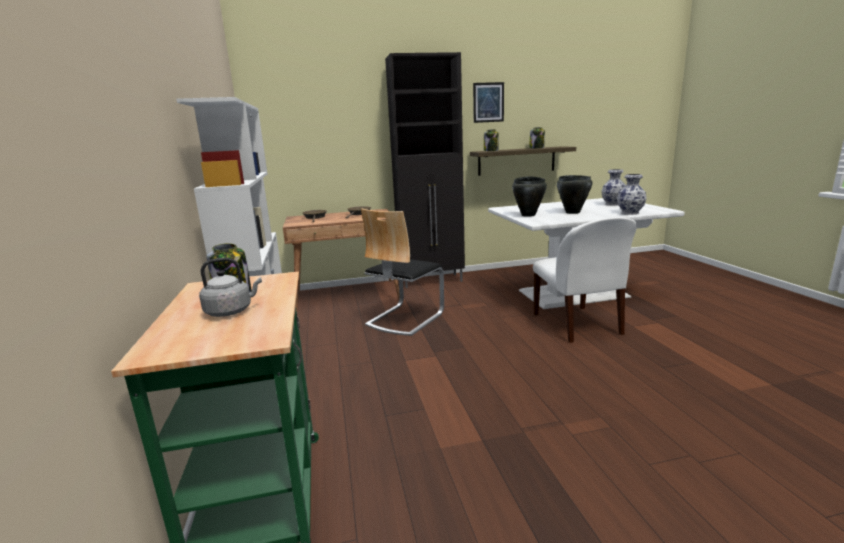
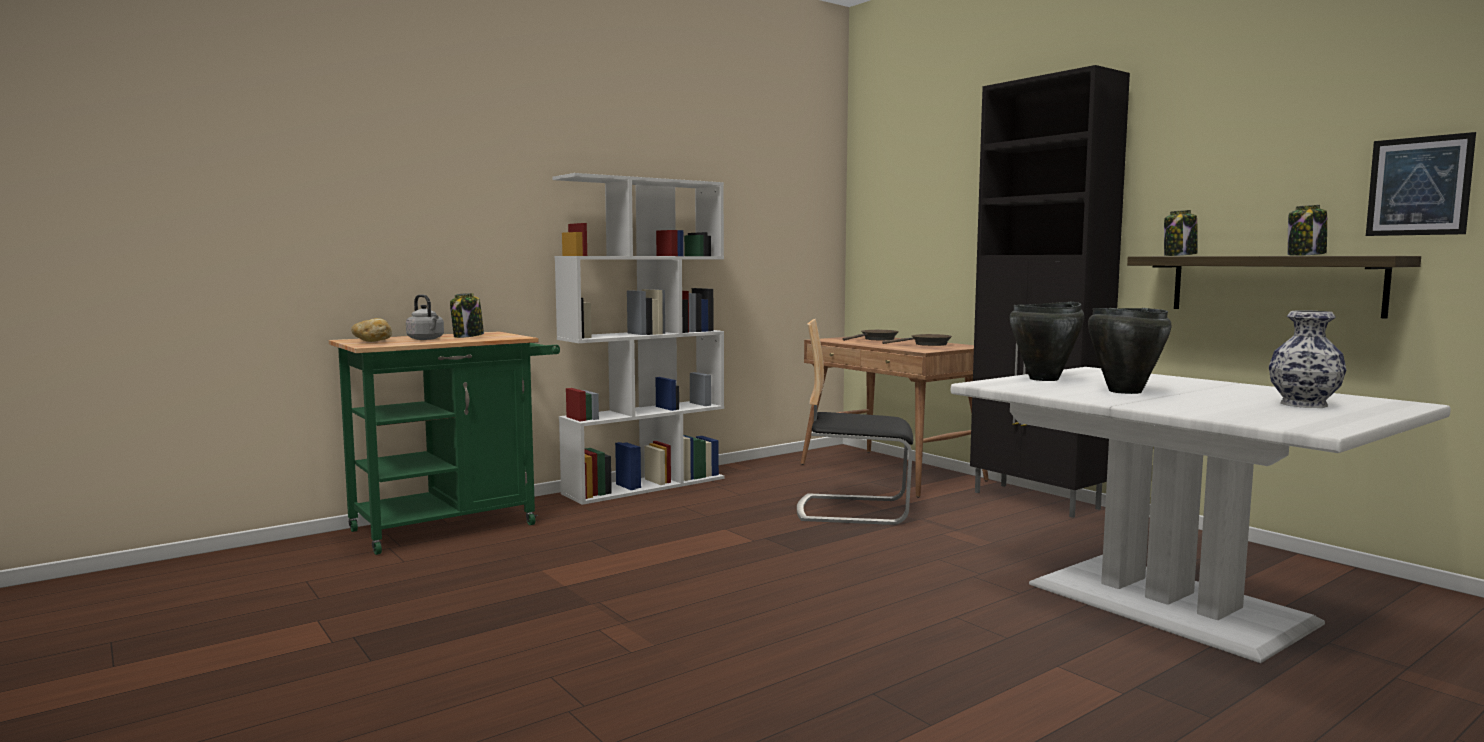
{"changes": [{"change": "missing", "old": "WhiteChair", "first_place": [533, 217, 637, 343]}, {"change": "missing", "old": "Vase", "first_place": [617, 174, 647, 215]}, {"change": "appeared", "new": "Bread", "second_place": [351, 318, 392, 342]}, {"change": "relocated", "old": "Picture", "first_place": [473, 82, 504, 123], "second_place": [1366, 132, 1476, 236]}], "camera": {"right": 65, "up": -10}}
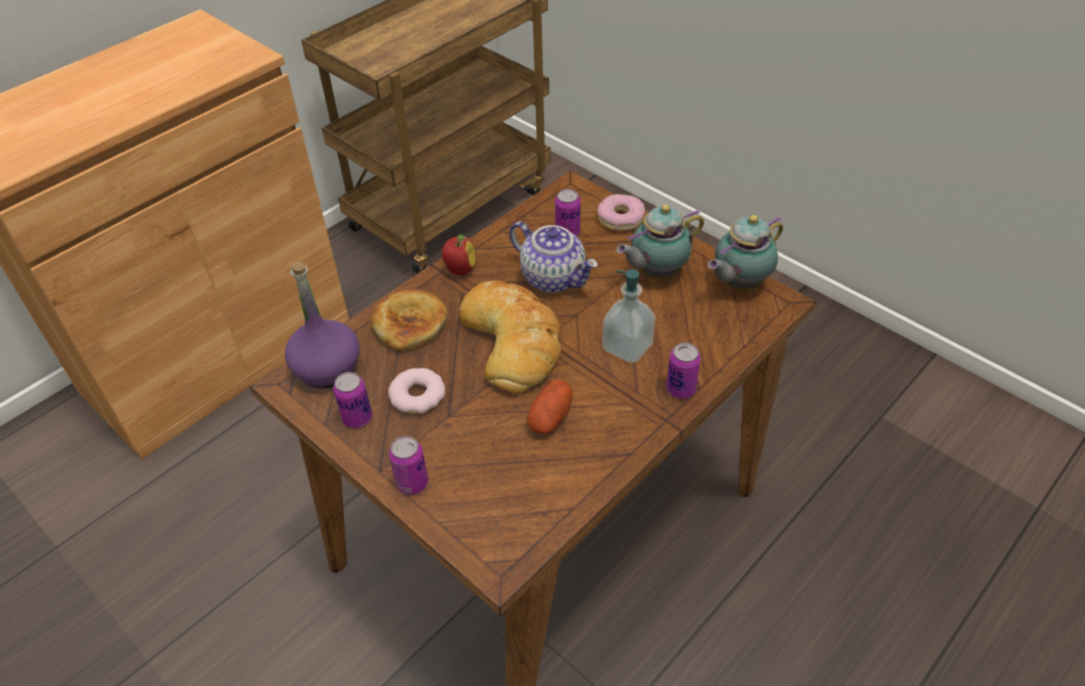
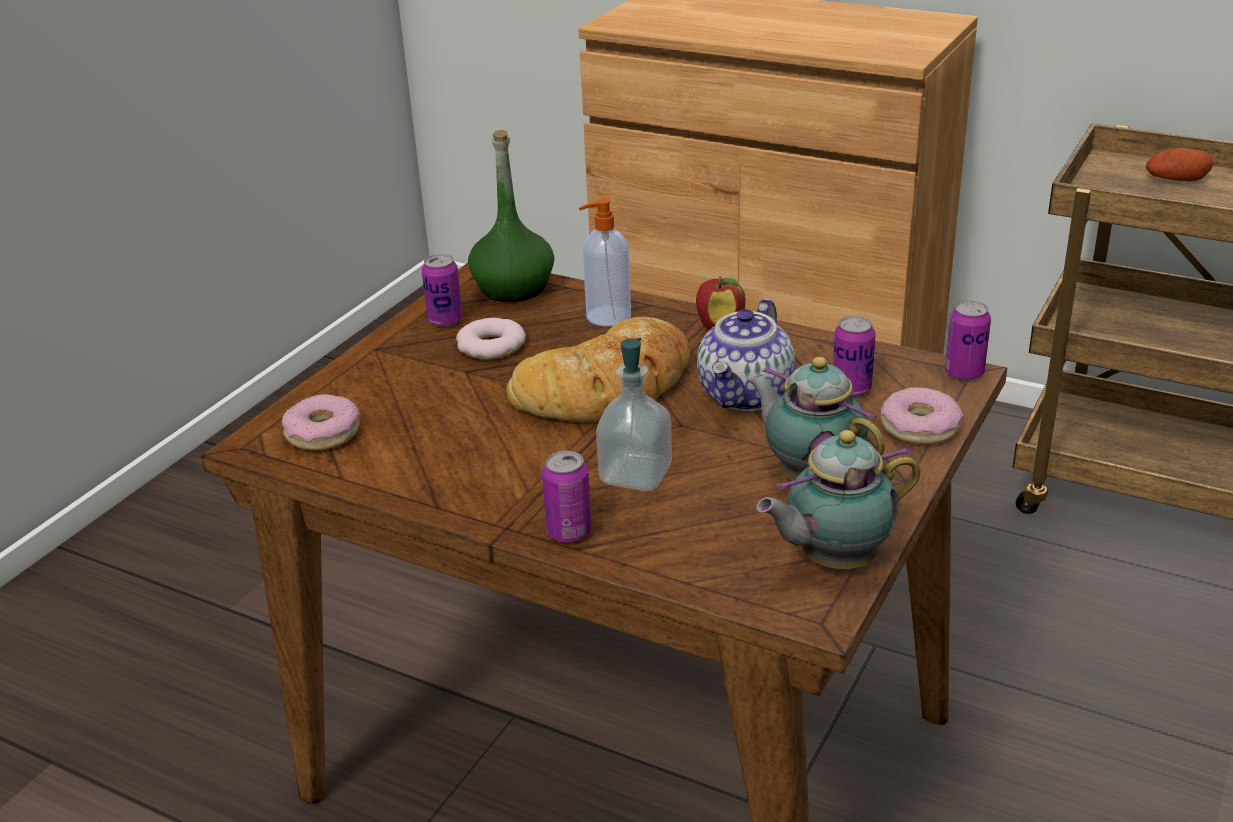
{"changes": [{"change": "appeared", "new": "Donut", "second_place": [282, 394, 360, 451]}, {"change": "relocated", "old": "Can", "first_place": [389, 436, 428, 495], "second_place": [945, 300, 991, 380]}, {"change": "relocated", "old": "Potato", "first_place": [526, 379, 573, 434], "second_place": [1146, 148, 1213, 181]}, {"change": "exchanged", "old": "Bread", "new": "SoapDispenser", "first_place": [370, 289, 448, 351], "second_place": [579, 198, 631, 326]}, {"change": "colour", "old": "PurpleBottle", "new": "GreenBottle", "first_place": [285, 261, 360, 388], "second_place": [468, 130, 554, 302]}, {"change": "spun", "old": "Teapot", "first_place": [708, 215, 783, 291], "second_place": [756, 430, 920, 569], "degrees": -60}], "camera": {"right": 75, "up": -15}}
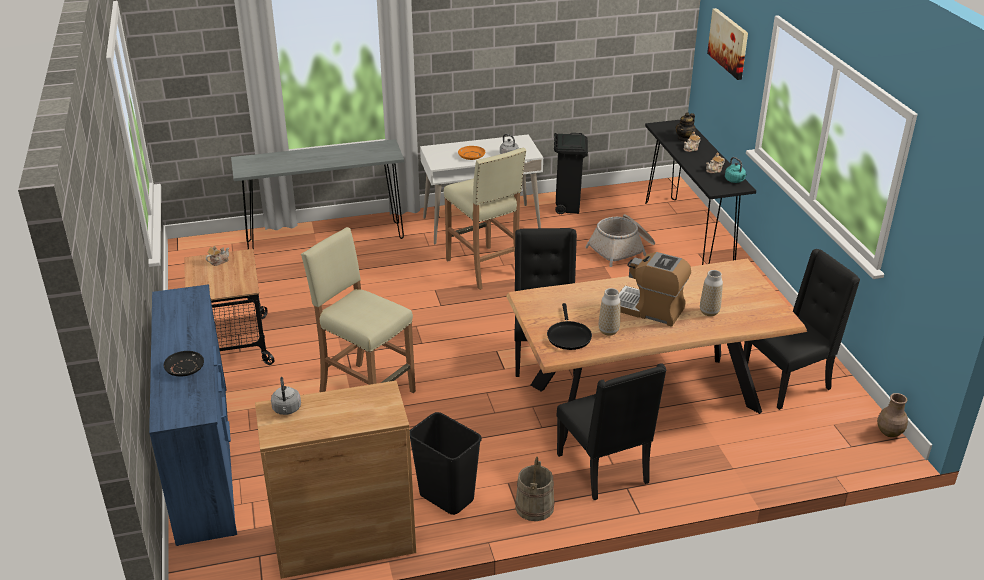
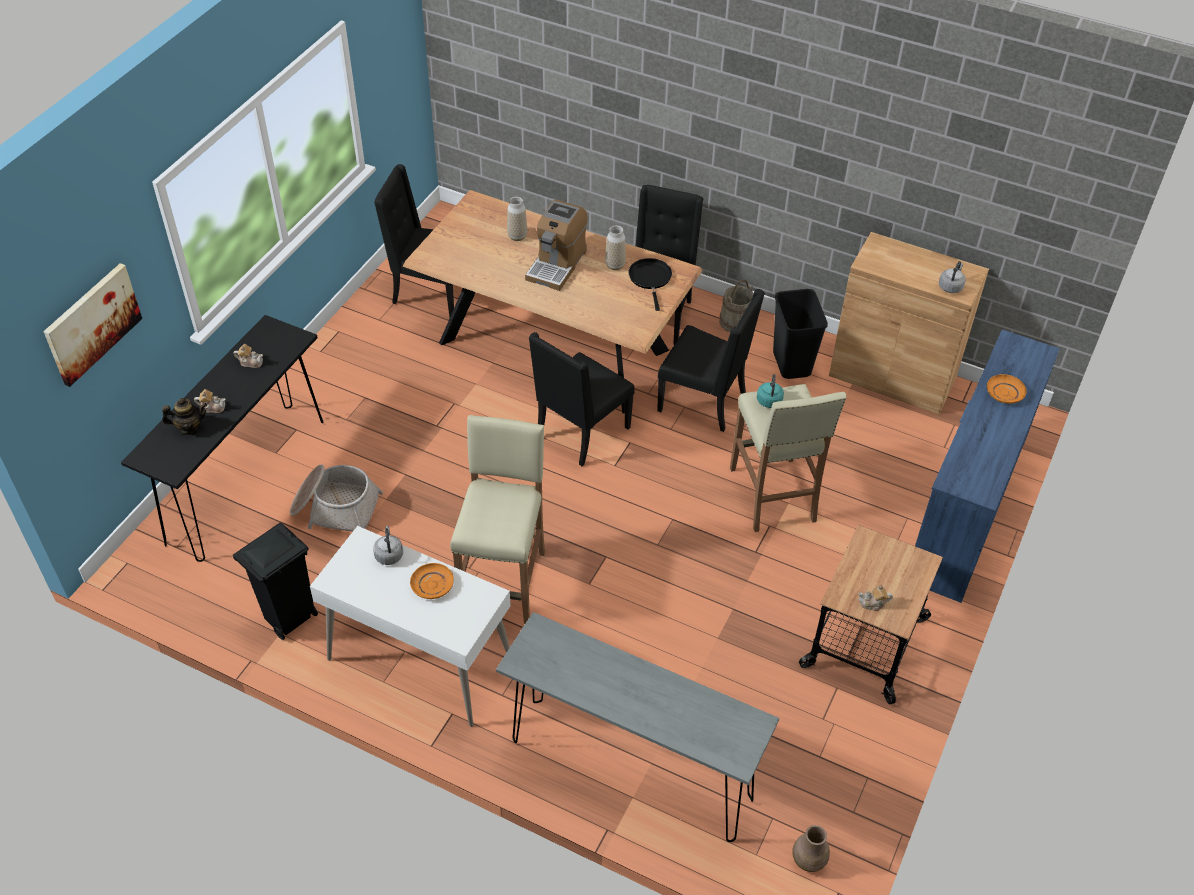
{"changes": [{"change": "appeared", "new": "BlackChair", "second_place": [657, 289, 765, 432]}, {"change": "relocated", "old": "TurquoiseKettle", "first_place": [725, 157, 747, 183], "second_place": [757, 374, 784, 408]}, {"change": "relocated", "old": "BrownVase", "first_place": [877, 393, 908, 437], "second_place": [792, 825, 830, 872]}, {"change": "colour", "old": "BlackPlate", "new": "OrangePlate", "first_place": [164, 351, 204, 376], "second_place": [987, 374, 1027, 404]}, {"change": "spun", "old": "BlackFryingPan", "first_place": [547, 303, 592, 350], "second_place": [629, 258, 672, 311], "degrees": -45}, {"change": "spun", "old": "CoffeeMachine", "first_place": [619, 252, 691, 327], "second_place": [525, 200, 588, 291], "degrees": 45}], "camera": {"right": -140, "up": 15}}
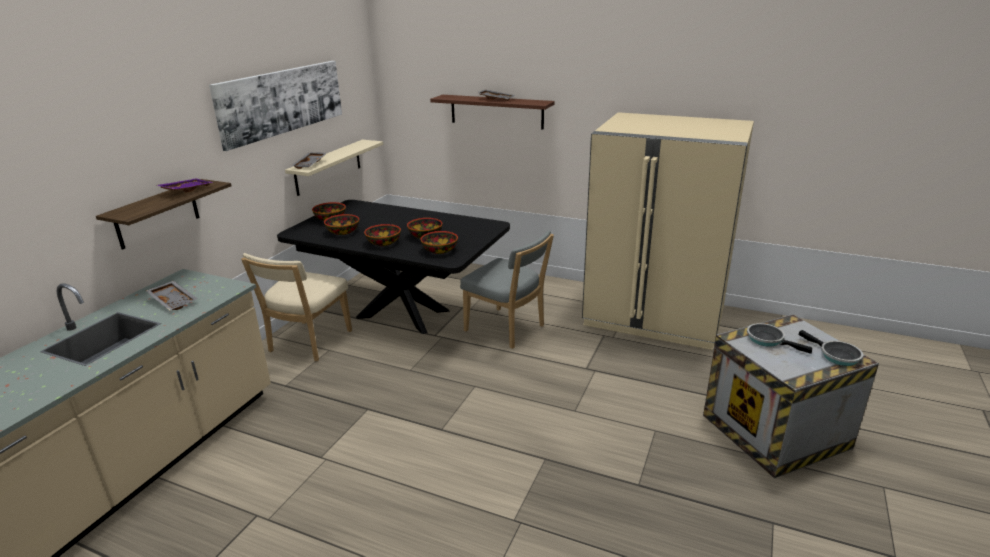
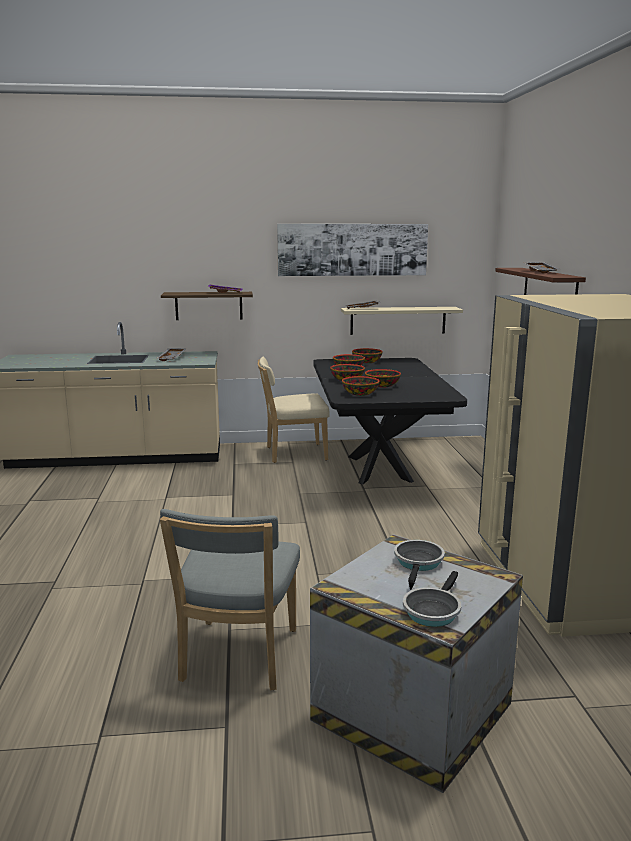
{"changes": [{"change": "relocated", "old": "GreyChair", "first_place": [460, 230, 554, 349], "second_place": [160, 509, 300, 690]}], "camera": {"right": 60, "up": -10}}
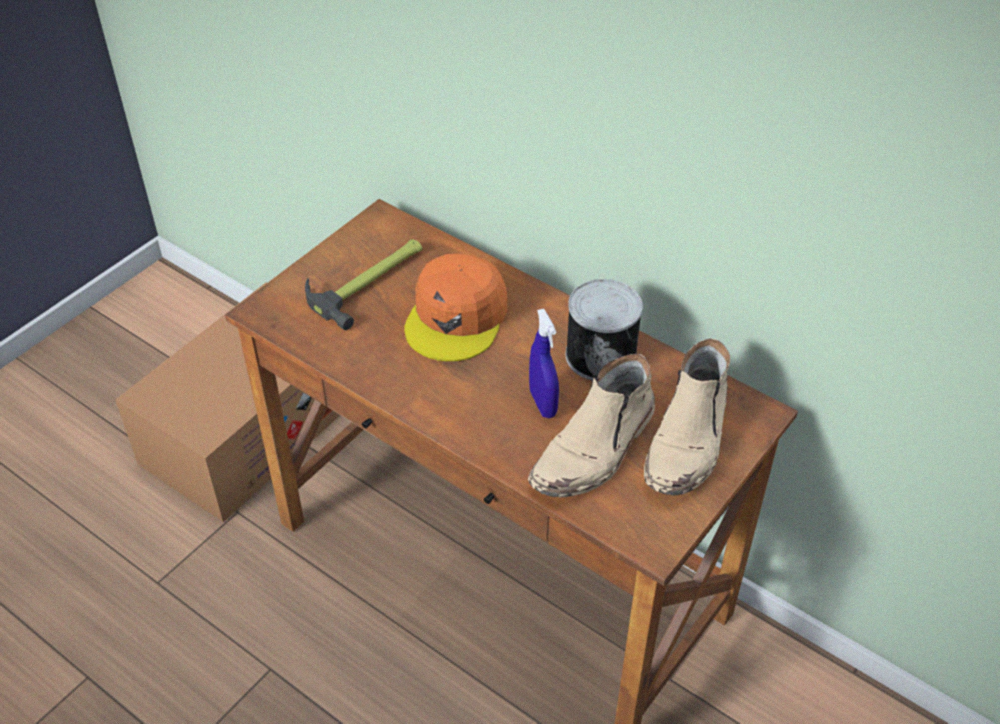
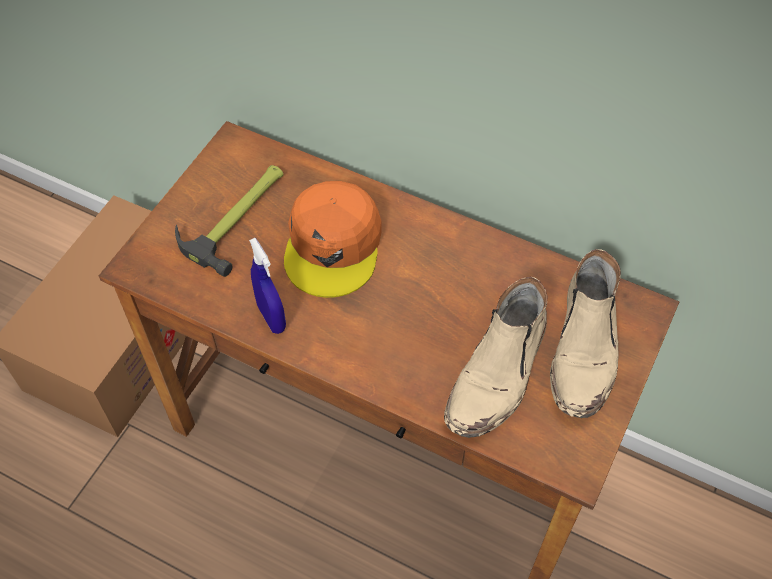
{"changes": [{"change": "missing", "old": "Can", "first_place": [566, 279, 643, 380]}, {"change": "relocated", "old": "BlueSprayBottle", "first_place": [529, 309, 559, 418], "second_place": [249, 238, 286, 334]}], "camera": {"right": -10, "up": 10}}
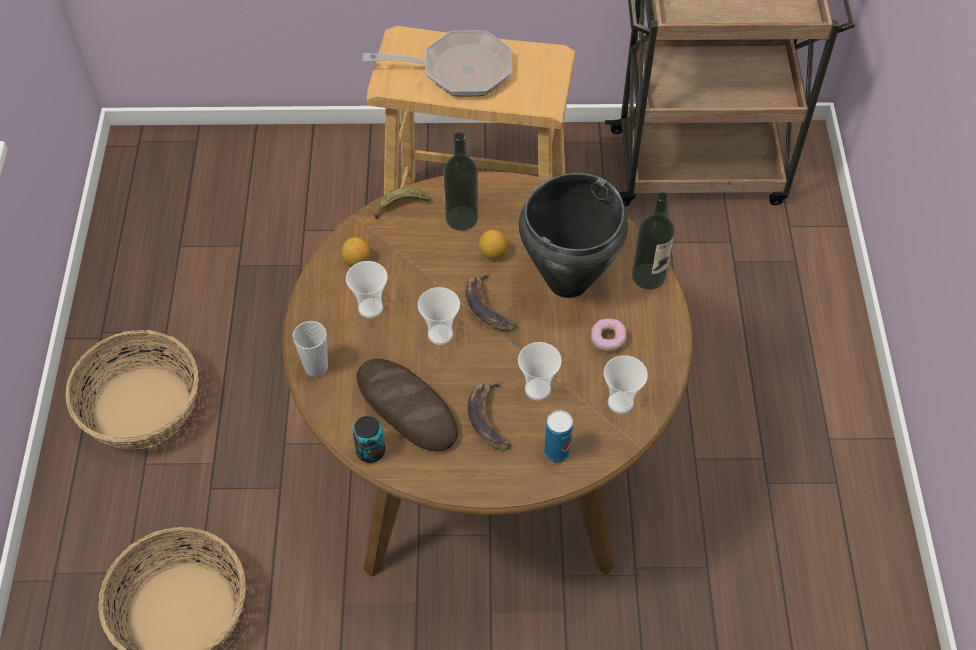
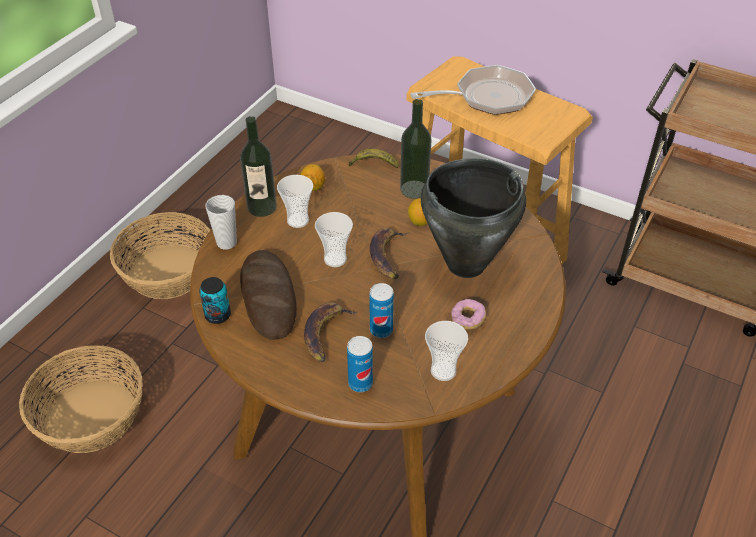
{"changes": [{"change": "relocated", "old": "Bottle", "first_place": [632, 192, 675, 289], "second_place": [240, 116, 277, 217]}, {"change": "exchanged", "old": "Cup", "new": "Can", "first_place": [518, 342, 562, 400], "second_place": [369, 283, 394, 338]}, {"change": "spun", "old": "FryingPan", "first_place": [363, 31, 512, 96], "second_place": [410, 65, 536, 115], "degrees": -45}], "camera": {"right": 30, "up": -10}}
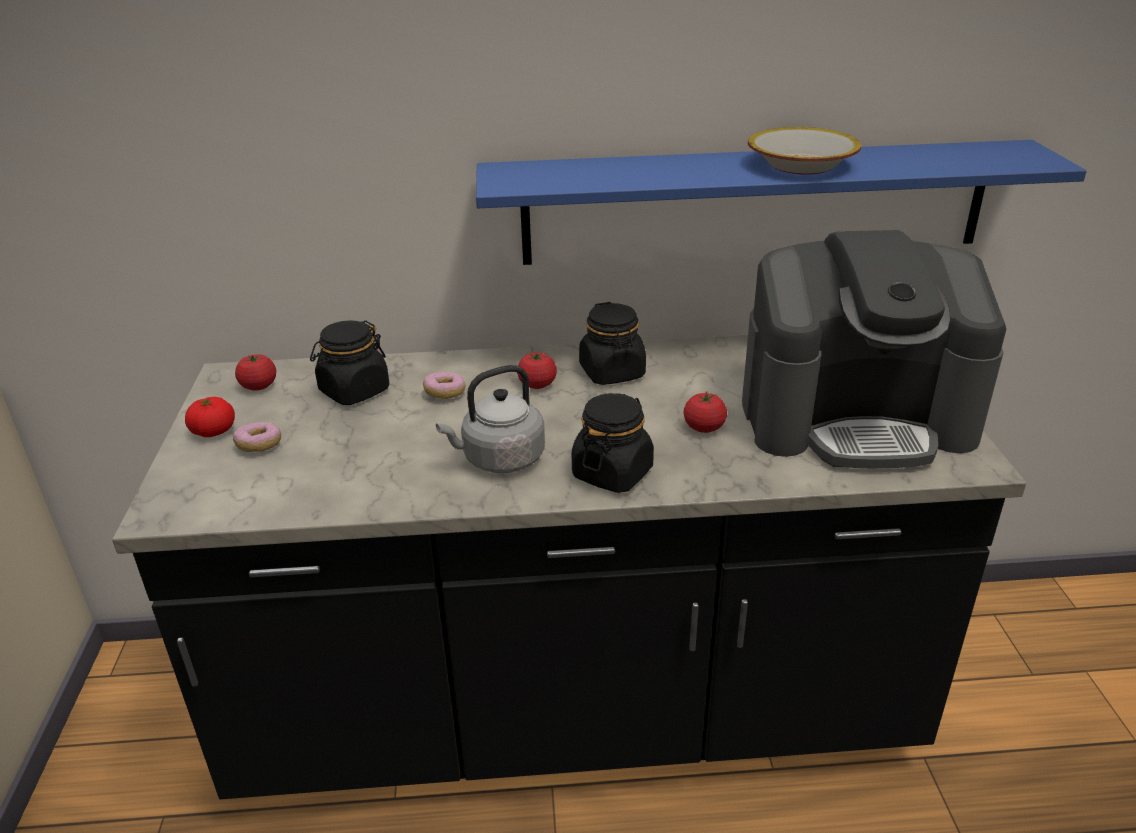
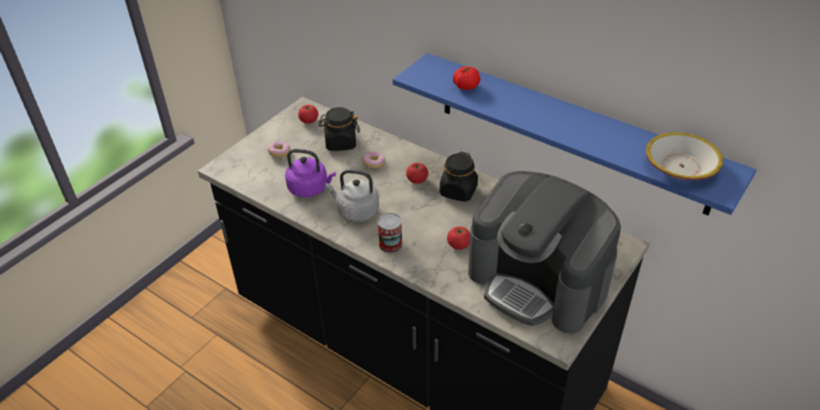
{"changes": [{"change": "appeared", "new": "PurpleKettle", "second_place": [285, 149, 336, 197]}, {"change": "relocated", "old": "Tomato", "first_place": [185, 397, 235, 437], "second_place": [453, 66, 480, 90]}, {"change": "relocated", "old": "Bowl", "first_place": [748, 127, 861, 175], "second_place": [646, 132, 723, 180]}, {"change": "exchanged", "old": "BlackJar", "new": "Can", "first_place": [572, 393, 654, 493], "second_place": [377, 213, 403, 253]}], "camera": {"right": 40, "up": 10}}
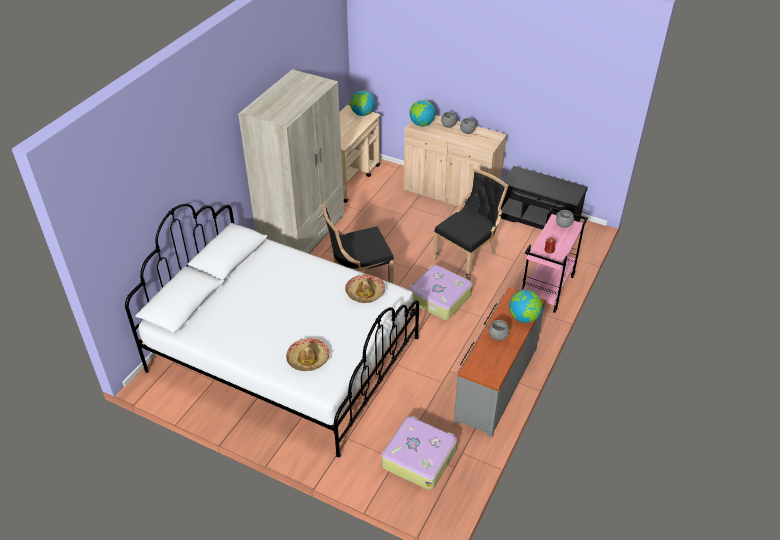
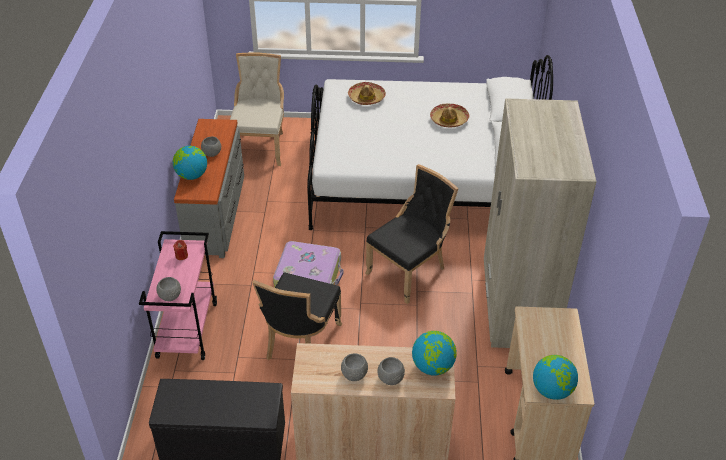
{"changes": [{"change": "relocated", "old": "Hat", "first_place": [345, 274, 385, 303], "second_place": [430, 104, 469, 127]}, {"change": "exchanged", "old": "Suitcase", "new": "BeigeChair", "first_place": [382, 416, 457, 490], "second_place": [230, 53, 284, 166]}], "camera": {"right": 155, "up": 0}}
